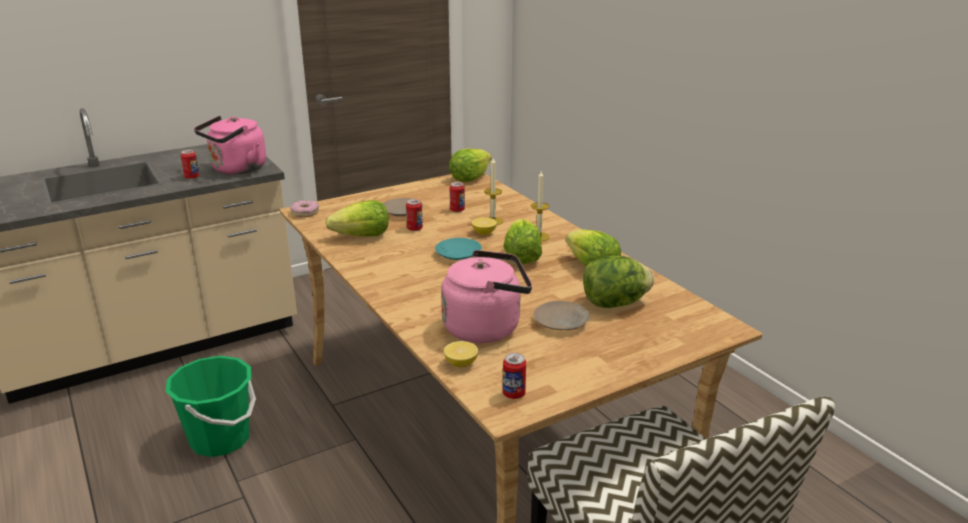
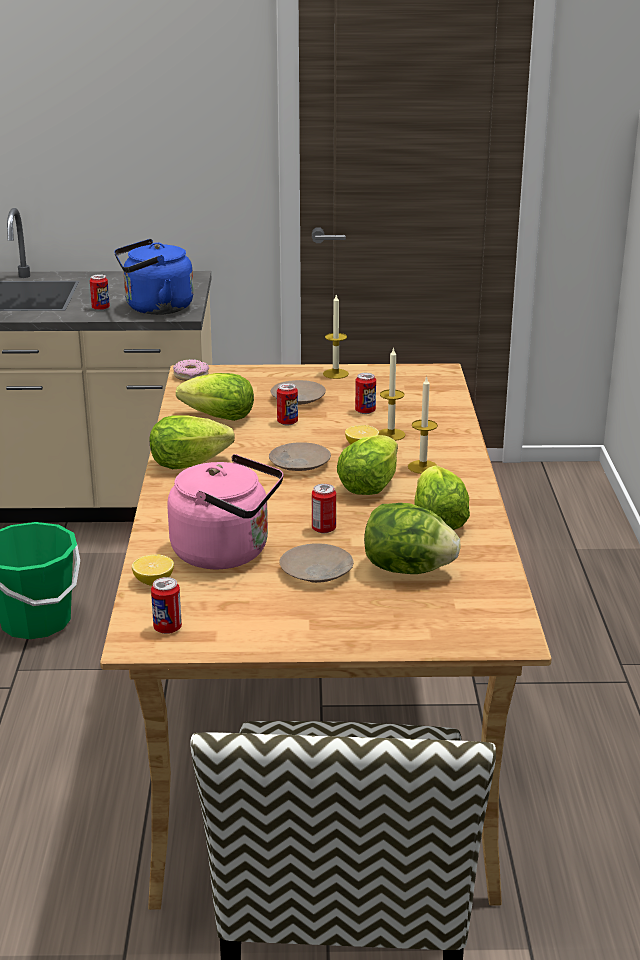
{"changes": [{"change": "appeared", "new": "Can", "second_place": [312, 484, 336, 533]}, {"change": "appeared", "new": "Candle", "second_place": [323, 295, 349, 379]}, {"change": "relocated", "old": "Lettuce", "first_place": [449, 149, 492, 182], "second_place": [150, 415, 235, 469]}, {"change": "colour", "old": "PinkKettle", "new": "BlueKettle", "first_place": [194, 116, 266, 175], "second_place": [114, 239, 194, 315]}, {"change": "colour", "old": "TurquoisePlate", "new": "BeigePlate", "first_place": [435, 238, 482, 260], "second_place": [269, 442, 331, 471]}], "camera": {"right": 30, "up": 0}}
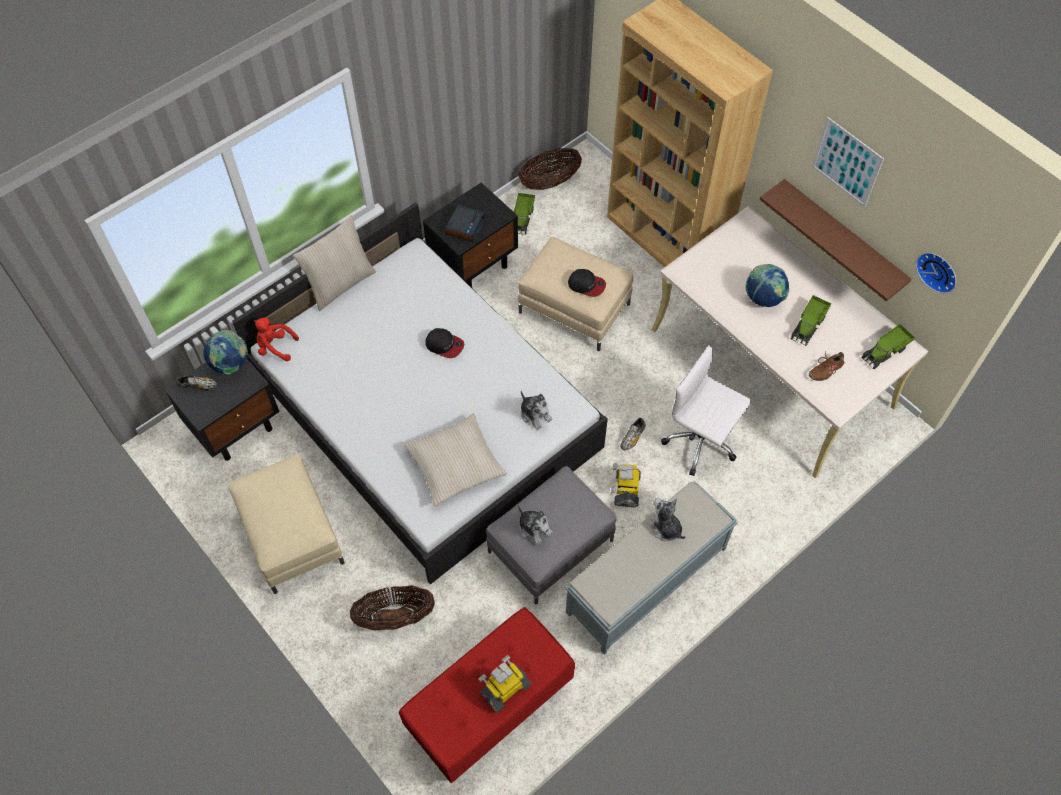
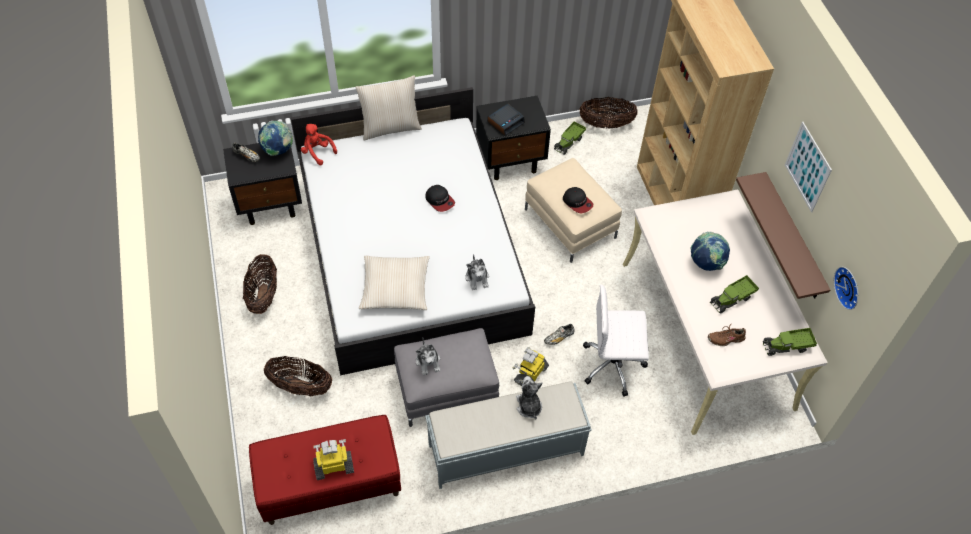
{"changes": [{"change": "exchanged", "old": "BeigeOttoman", "new": "Basket", "first_place": [228, 455, 345, 594], "second_place": [243, 254, 277, 314]}, {"change": "spun", "old": "WhiteOfficeChair", "first_place": [661, 345, 751, 476], "second_place": [583, 284, 649, 397], "degrees": -60}], "camera": {"right": 25, "up": -5}}
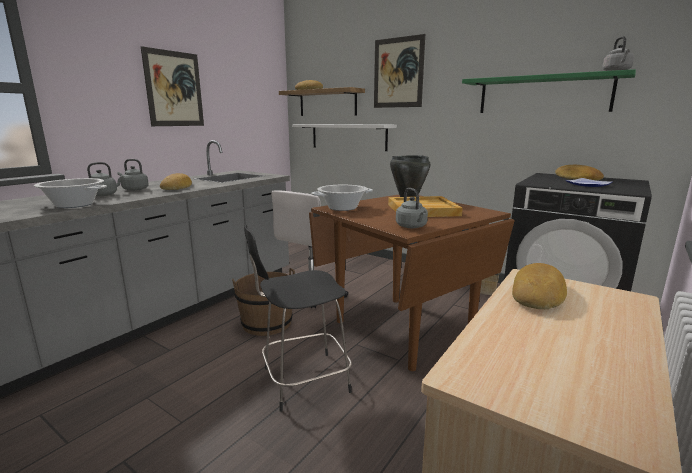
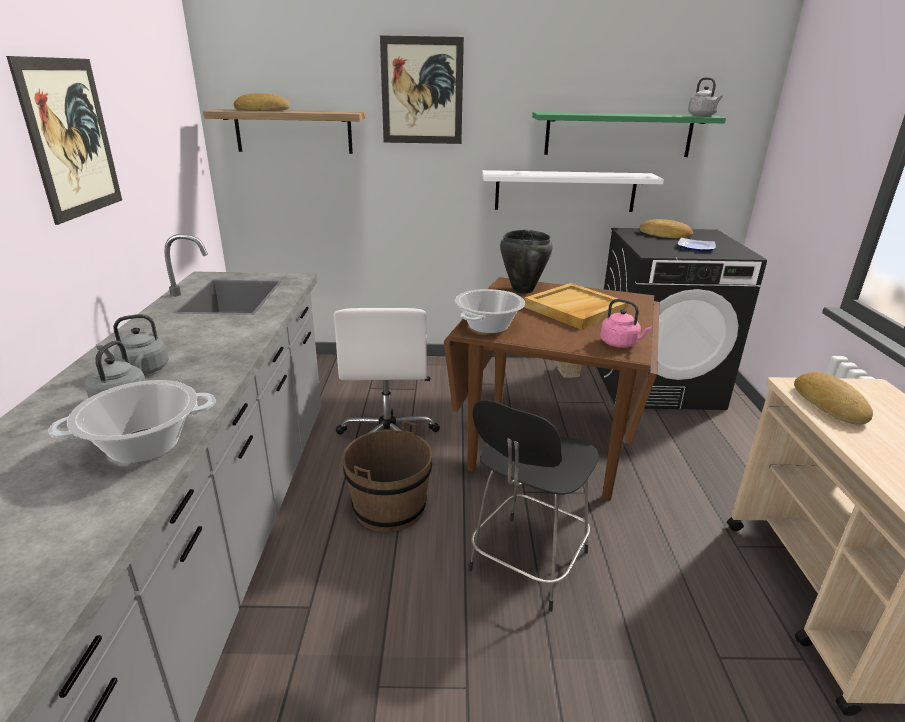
{"changes": [{"change": "missing", "old": "Bread", "first_place": [160, 173, 192, 190]}, {"change": "relocated", "old": "WhiteShelf", "first_place": [292, 124, 397, 151], "second_place": [482, 170, 664, 212]}, {"change": "colour", "old": "GreyKettle", "new": "PinkKettle", "first_place": [396, 188, 428, 228], "second_place": [600, 299, 652, 348]}], "camera": {"right": -35, "up": 10}}
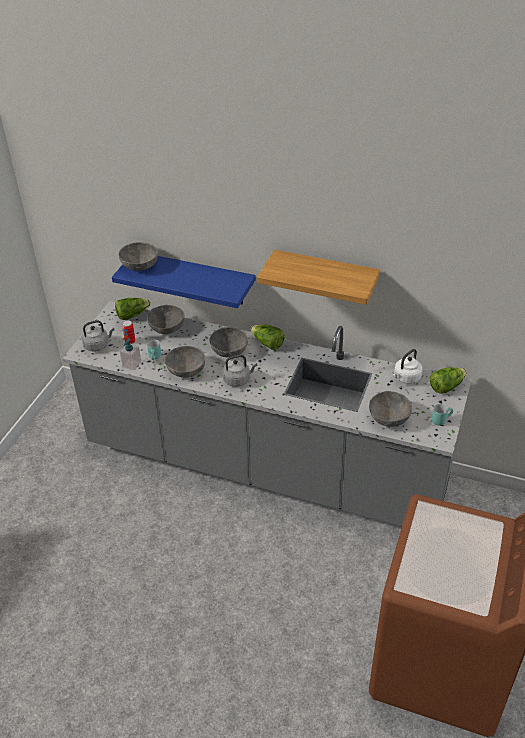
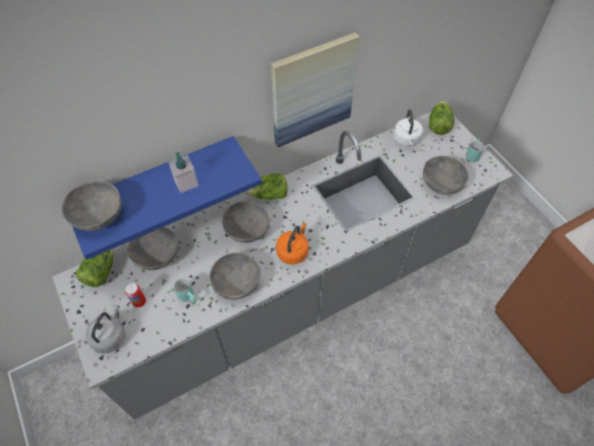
{"changes": [{"change": "relocated", "old": "SoapDispenser", "first_place": [120, 338, 141, 370], "second_place": [169, 152, 199, 193]}, {"change": "exchanged", "old": "Shelf", "new": "Picture", "first_place": [257, 250, 380, 305], "second_place": [271, 32, 360, 147]}, {"change": "colour", "old": "GreyKettle", "new": "OrangeKettle", "first_place": [222, 355, 258, 387], "second_place": [276, 223, 309, 265]}], "camera": {"right": -50, "up": 15}}
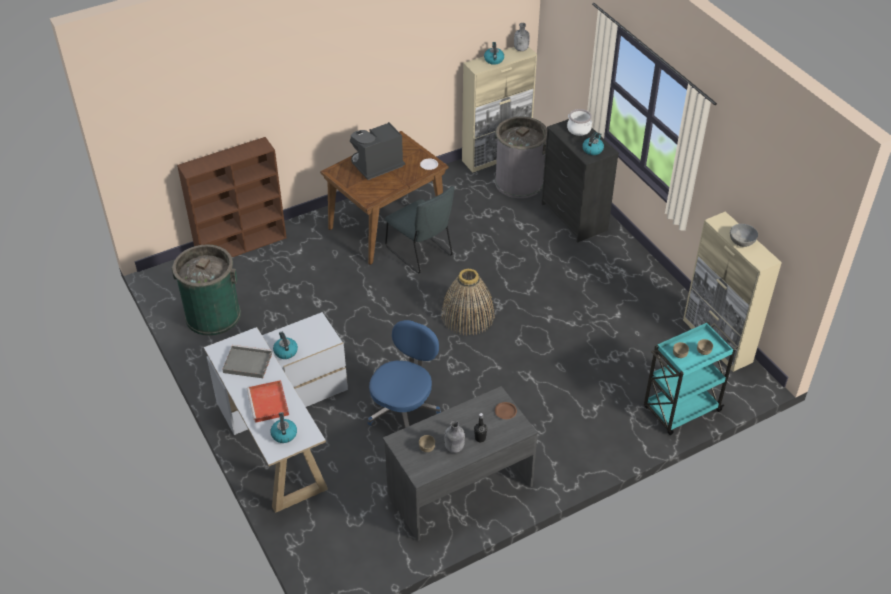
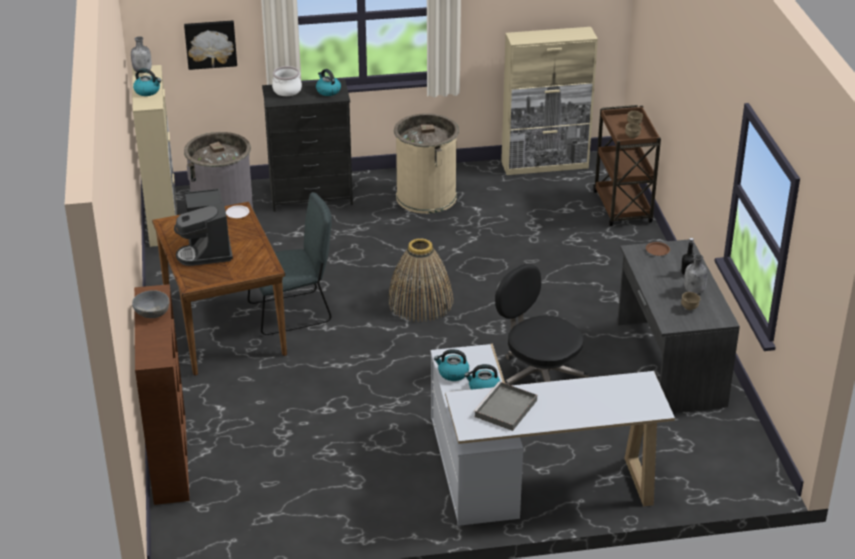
{"changes": [{"change": "missing", "old": "GreenTrashCan", "first_place": [171, 244, 241, 336]}, {"change": "missing", "old": "RedTray", "first_place": [247, 380, 289, 423]}, {"change": "appeared", "new": "Picture", "second_place": [184, 20, 237, 70]}, {"change": "appeared", "new": "BeigeTrashCan", "second_place": [394, 113, 459, 214]}, {"change": "relocated", "old": "Kettle", "first_place": [270, 412, 297, 443], "second_place": [434, 349, 469, 381]}, {"change": "relocated", "old": "GreyBowl", "first_place": [730, 224, 758, 247], "second_place": [132, 291, 169, 318]}, {"change": "colour", "old": "BlueOfficeChair", "new": "BlackOfficeChair", "first_place": [368, 320, 441, 428], "second_place": [495, 263, 589, 385]}, {"change": "colour", "old": "TurquoiseCart", "new": "BrownCart", "first_place": [644, 322, 738, 435], "second_place": [593, 105, 661, 226]}], "camera": {"right": -70, "up": -10}}
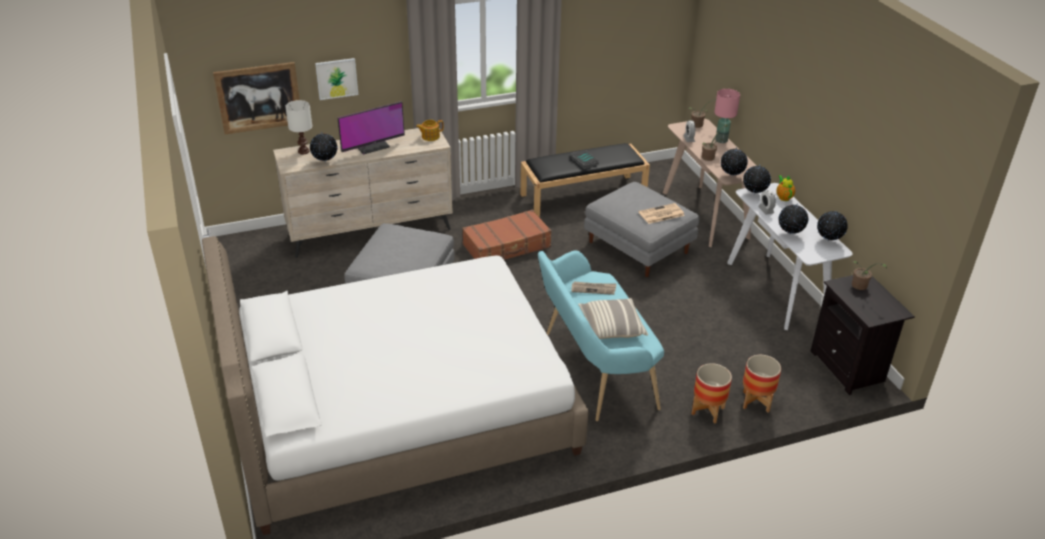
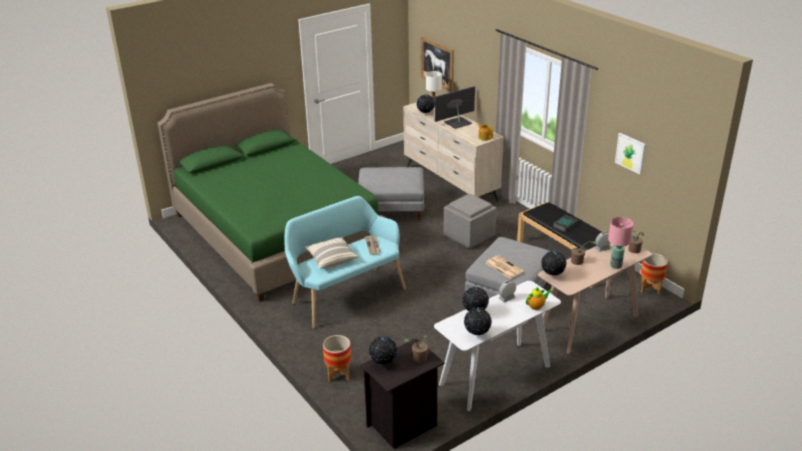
{"changes": [{"change": "relocated", "old": "Picture", "first_place": [315, 58, 358, 100], "second_place": [615, 133, 646, 174]}, {"change": "relocated", "old": "Planter", "first_place": [691, 363, 732, 424], "second_place": [641, 253, 668, 295]}, {"change": "relocated", "old": "Globe", "first_place": [743, 165, 771, 194], "second_place": [369, 336, 397, 365]}, {"change": "exchanged", "old": "BrownSuitcase", "new": "GreyOttoman", "first_place": [462, 210, 552, 260], "second_place": [444, 194, 496, 248]}, {"change": "colour", "old": "WhiteBed", "new": "GreenBed", "first_place": [202, 236, 589, 535], "second_place": [157, 83, 385, 302]}, {"change": "spun", "old": "Monitor", "first_place": [337, 101, 405, 154], "second_place": [435, 86, 475, 129], "degrees": 105}], "camera": {"right": 75, "up": -5}}
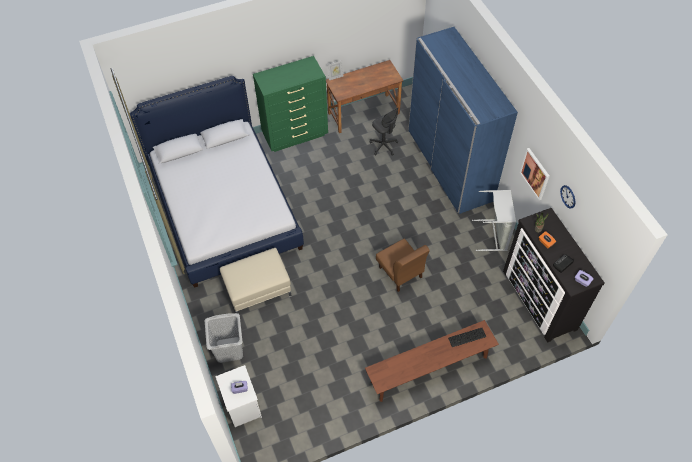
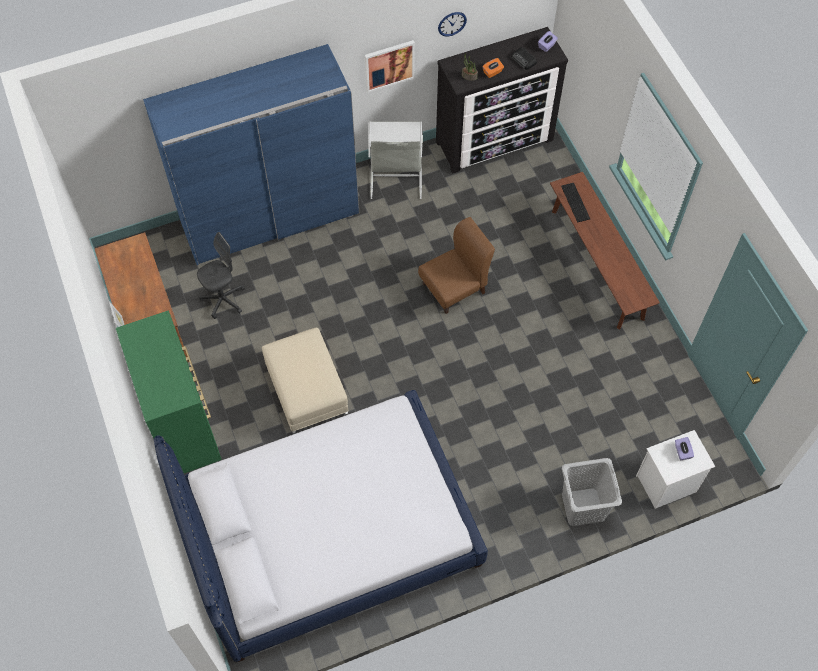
{"changes": [{"change": "relocated", "old": "BeigeOttoman", "first_place": [220, 248, 291, 314], "second_place": [262, 328, 349, 434]}], "camera": {"right": -90, "up": 5}}
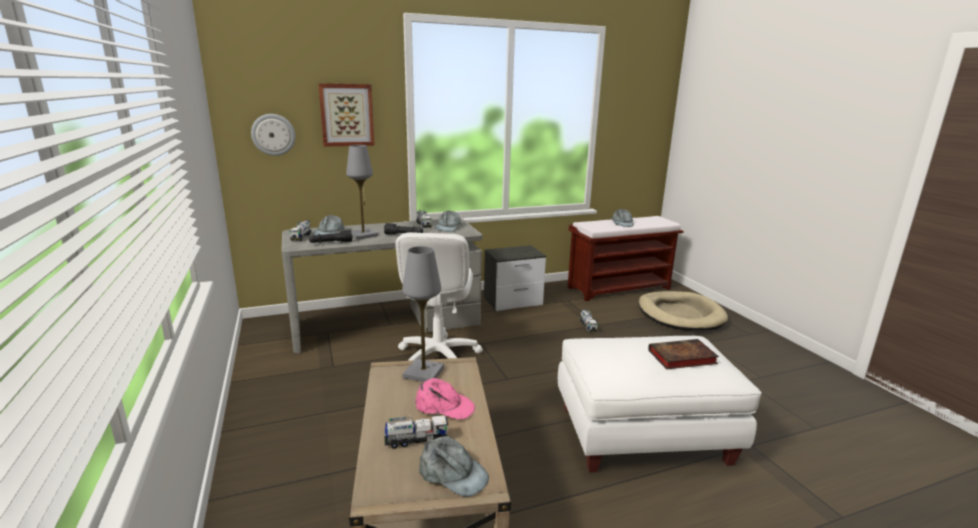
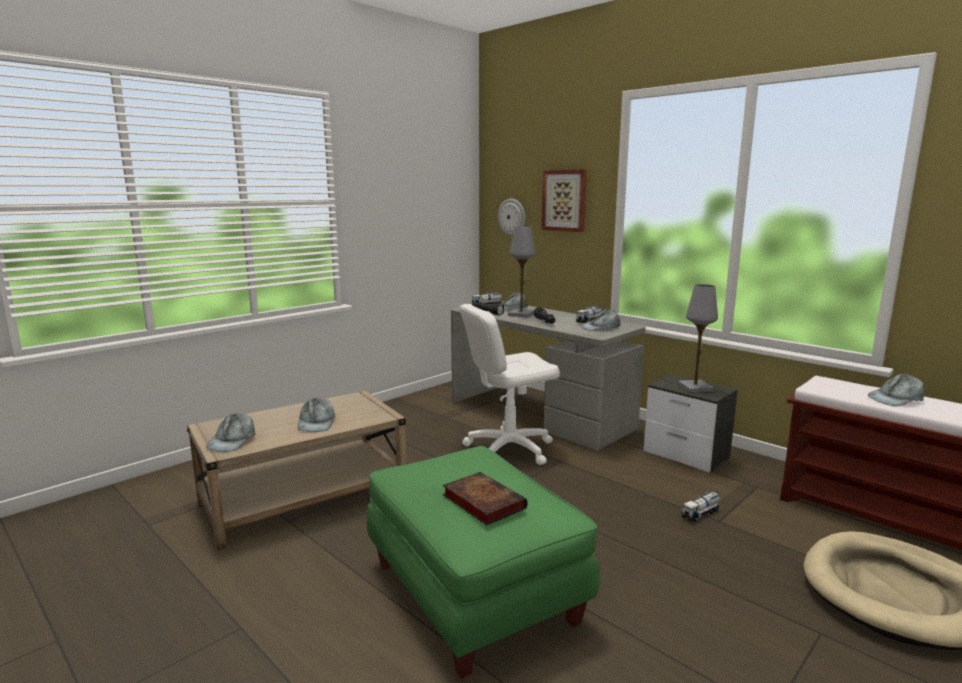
{"changes": [{"change": "missing", "old": "ToyTruck", "first_place": [384, 415, 448, 449]}, {"change": "relocated", "old": "GreyTableLamp", "first_place": [402, 246, 444, 382], "second_place": [678, 284, 718, 393]}, {"change": "colour", "old": "PinkCap", "new": "GreyCap", "first_place": [415, 378, 475, 420], "second_place": [298, 398, 336, 432]}, {"change": "colour", "old": "WhiteOttoman", "new": "GreenOttoman", "first_place": [558, 336, 762, 473], "second_place": [367, 446, 600, 679]}], "camera": {"right": 65, "up": -5}}
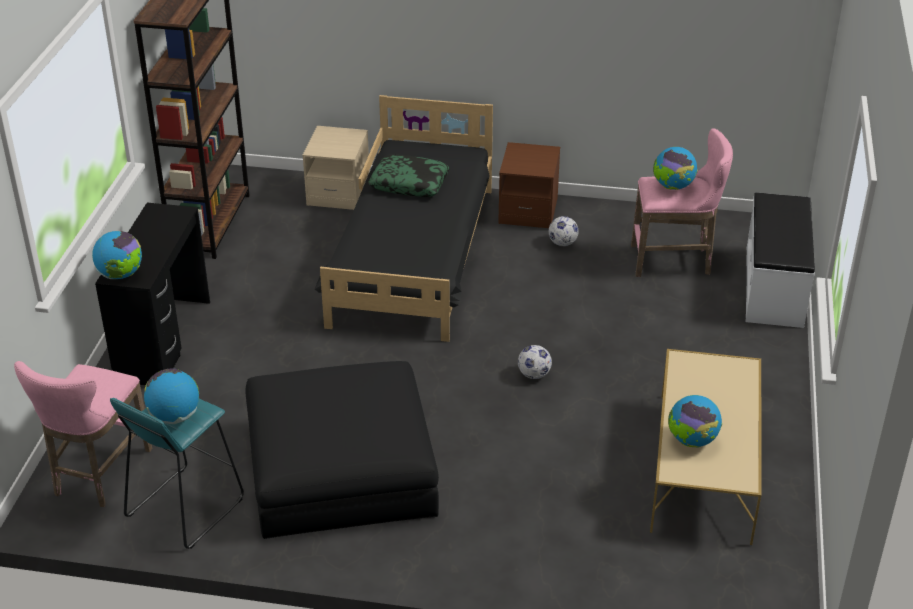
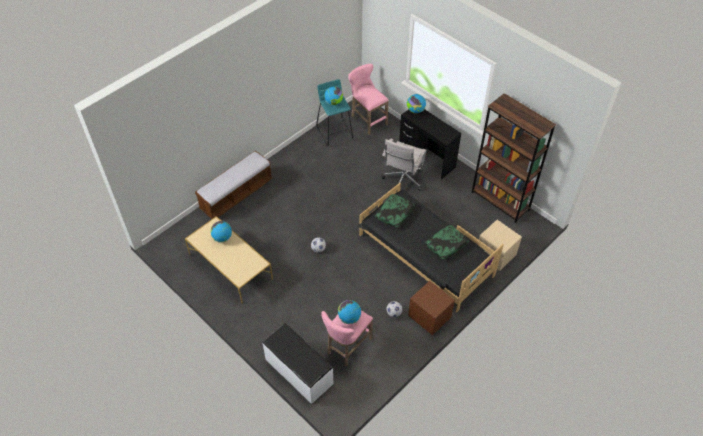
{"changes": [{"change": "missing", "old": "BlackOttoman", "first_place": [246, 361, 439, 539]}, {"change": "appeared", "new": "Bench", "second_place": [195, 150, 272, 219]}, {"change": "appeared", "new": "Pillow", "second_place": [375, 194, 414, 228]}, {"change": "appeared", "new": "WhiteOfficeChair", "second_place": [381, 139, 427, 192]}], "camera": {"right": 125, "up": 15}}
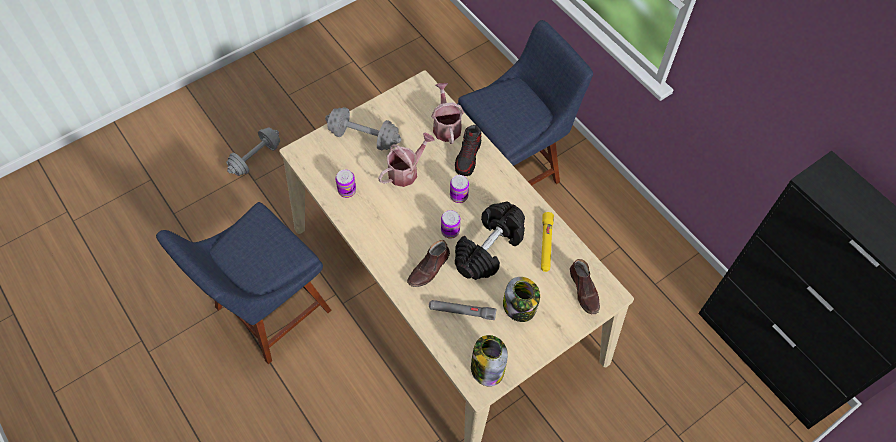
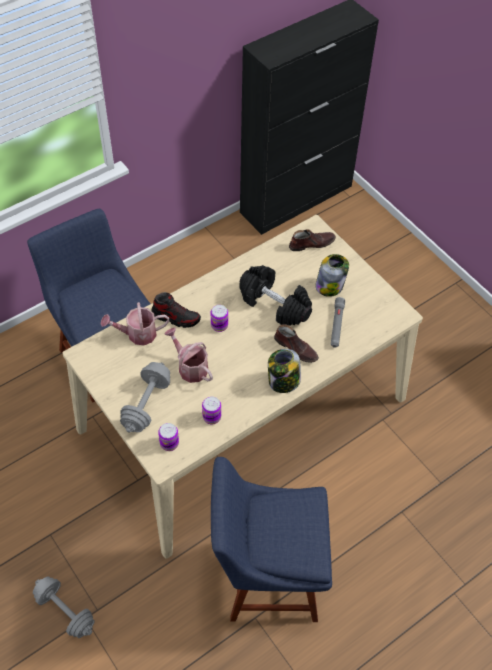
{"changes": [{"change": "missing", "old": "YellowFlashlight", "first_place": [541, 212, 554, 272]}, {"change": "relocated", "old": "Can", "first_place": [441, 210, 461, 239], "second_place": [158, 423, 179, 451]}, {"change": "relocated", "old": "Jar", "first_place": [471, 335, 508, 387], "second_place": [268, 349, 301, 393]}, {"change": "spun", "old": "BlueChair", "first_place": [156, 202, 332, 364], "second_place": [211, 457, 332, 622], "degrees": 135}], "camera": {"right": -90, "up": -5}}
